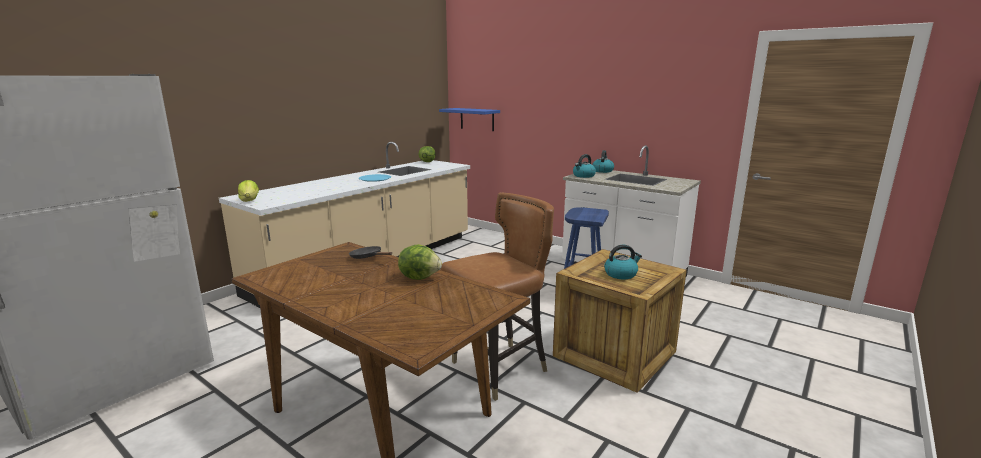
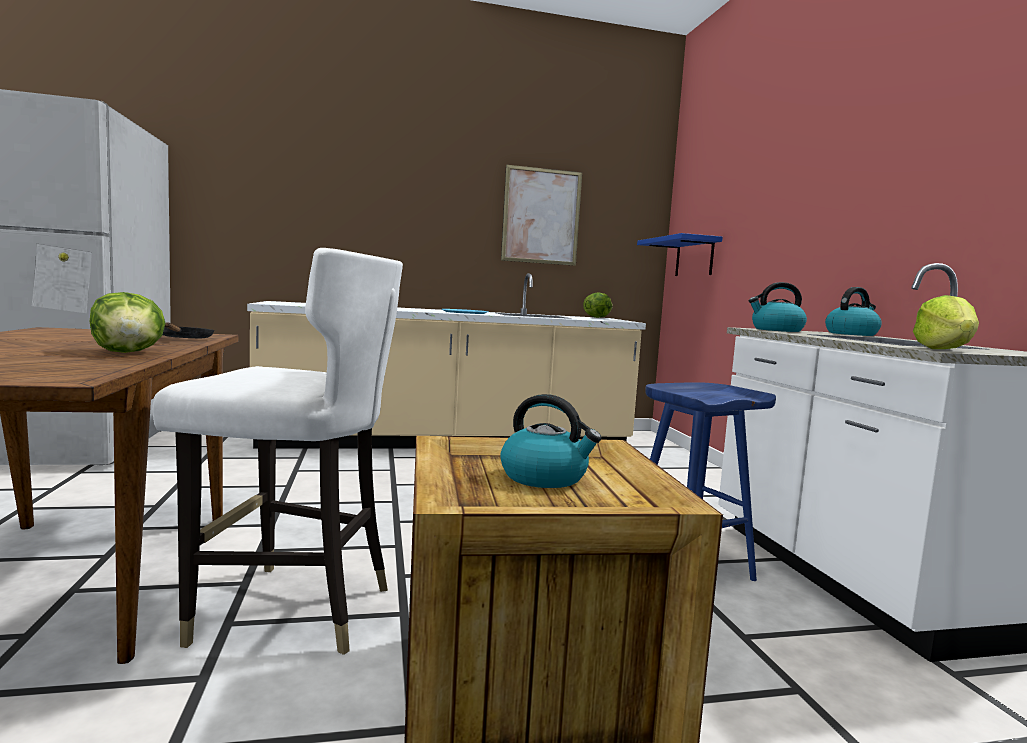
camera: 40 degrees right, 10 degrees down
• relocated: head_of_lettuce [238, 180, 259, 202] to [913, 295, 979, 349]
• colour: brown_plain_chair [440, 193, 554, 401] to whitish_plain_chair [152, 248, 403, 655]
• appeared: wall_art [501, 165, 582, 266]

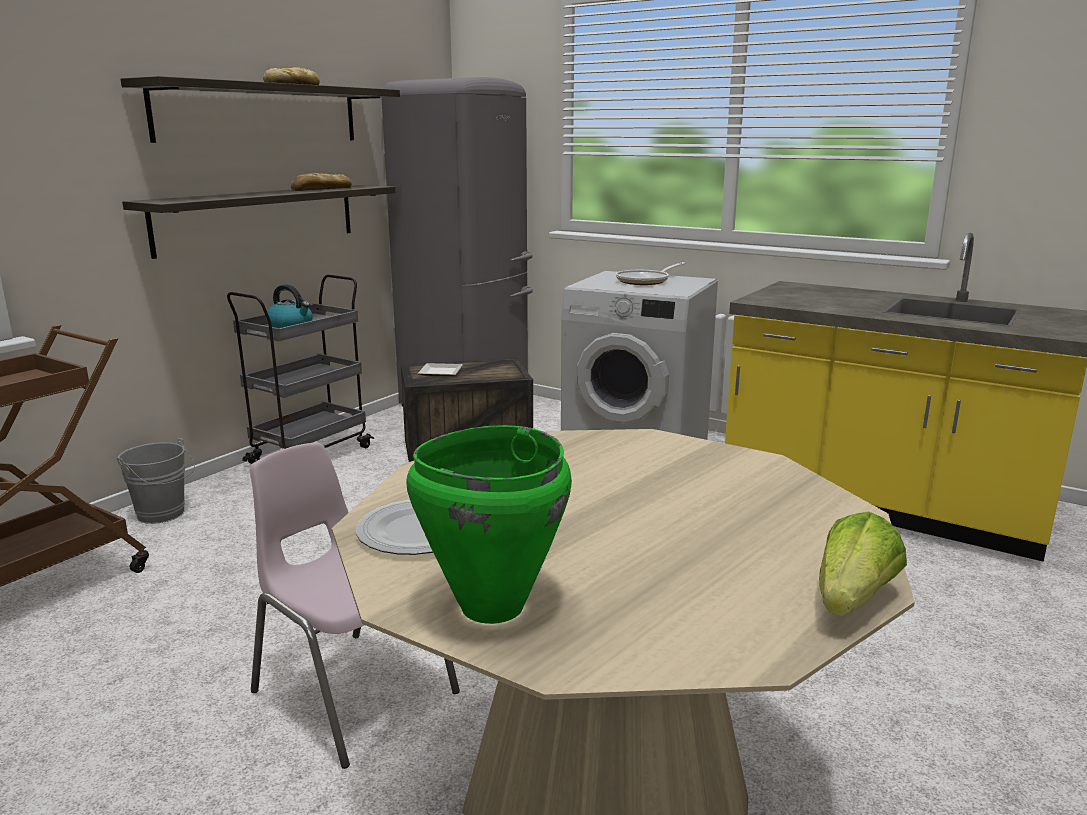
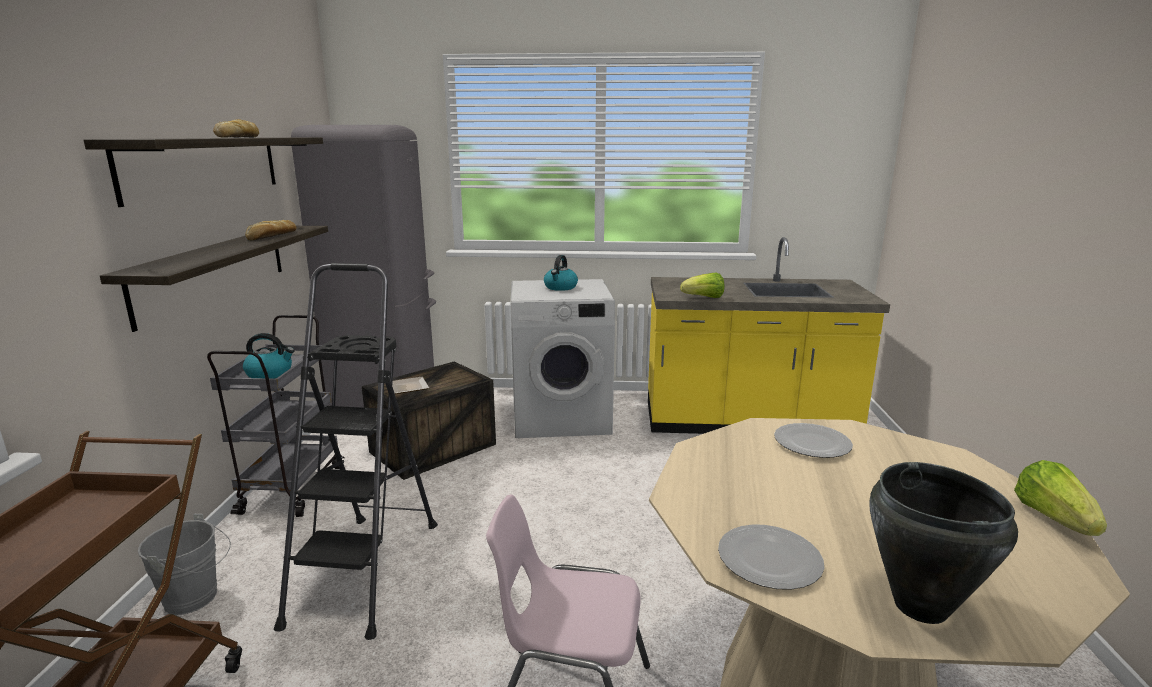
camera: 30 degrees left, 0 degrees up
• colour: green-coloured_cooking_pot [406, 425, 572, 624] to black_cooking_pot [869, 462, 1018, 624]
• exchanged: skillet [616, 262, 685, 285] to kettle [544, 255, 578, 291]
• appeared: step_ladder [274, 263, 438, 640]
• appeared: head_of_lettuce [680, 272, 724, 298]
• appeared: plate [774, 423, 853, 458]

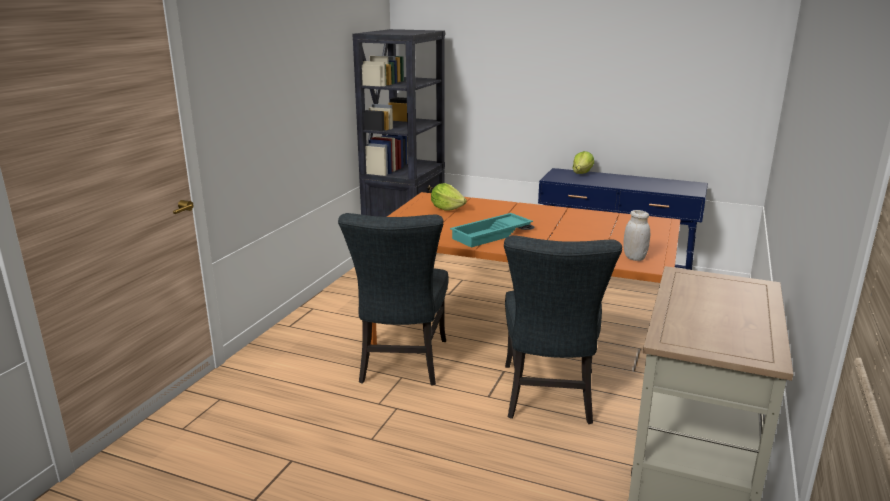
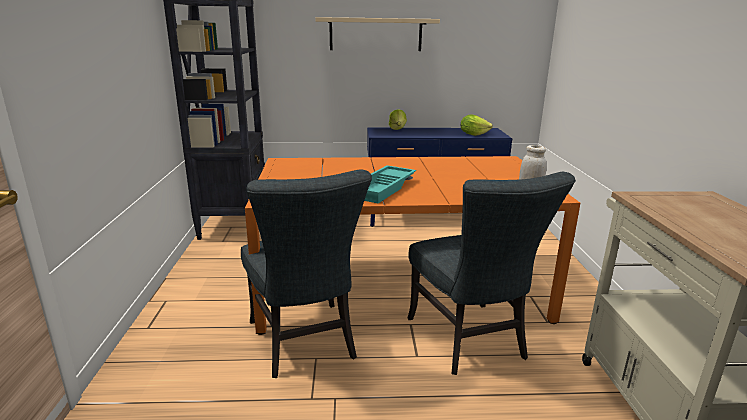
camera: 25 degrees left, 0 degrees up
• relocated: head_of_lettuce [431, 183, 467, 211] to [461, 114, 493, 136]
• appeared: beige_bracket_shelf [315, 17, 440, 51]

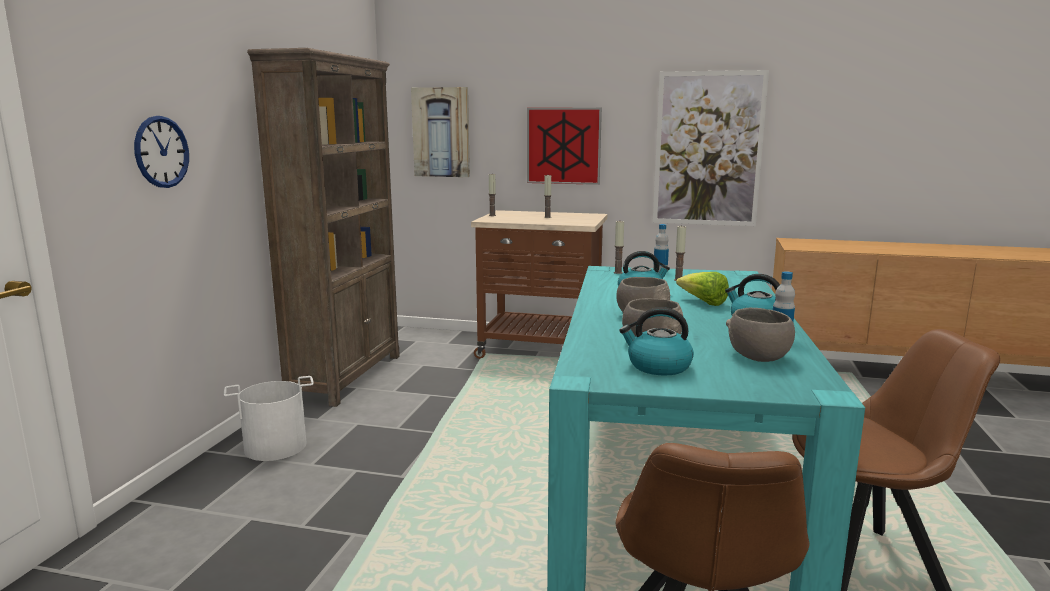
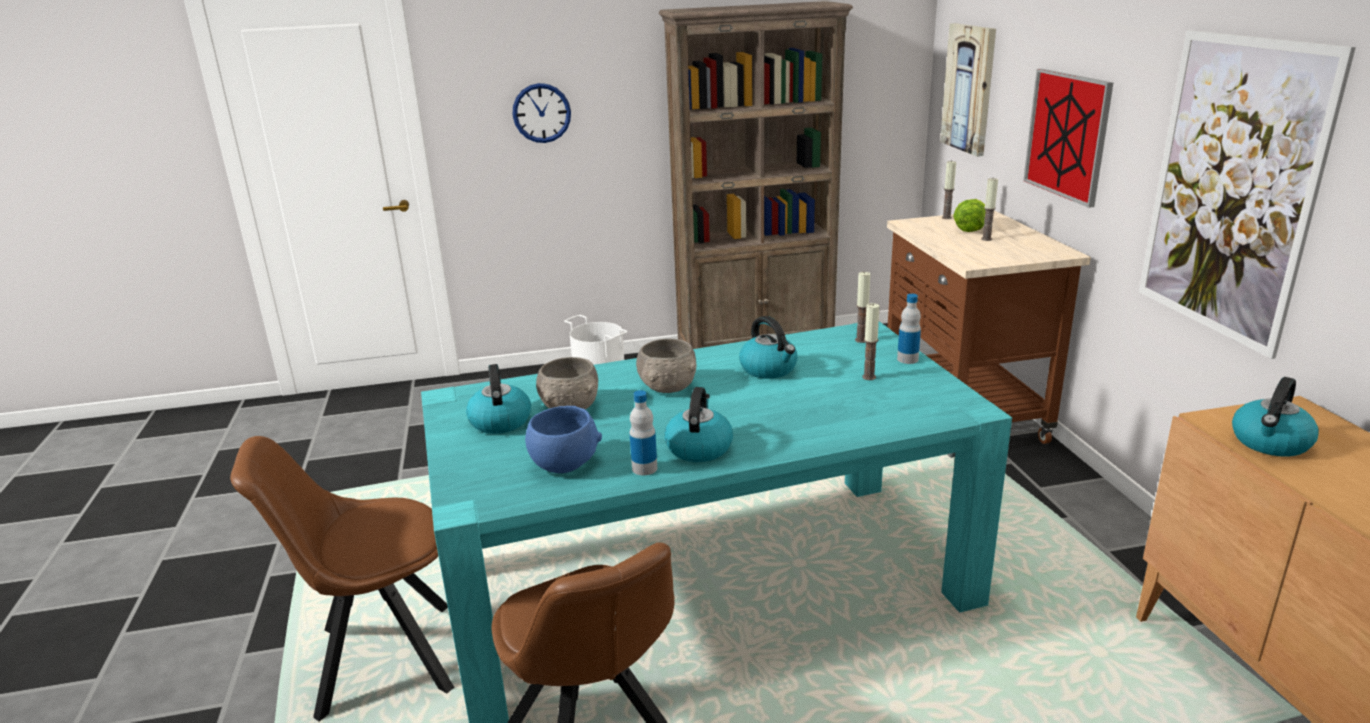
camera: 65 degrees right, 10 degrees up
• relocated: head_of_lettuce [676, 272, 729, 306] to [953, 199, 985, 232]
• colour: gray_deep_dish [726, 308, 795, 362] to blue_deep_dish [525, 406, 602, 473]
• appeared: kettle [1232, 377, 1319, 457]

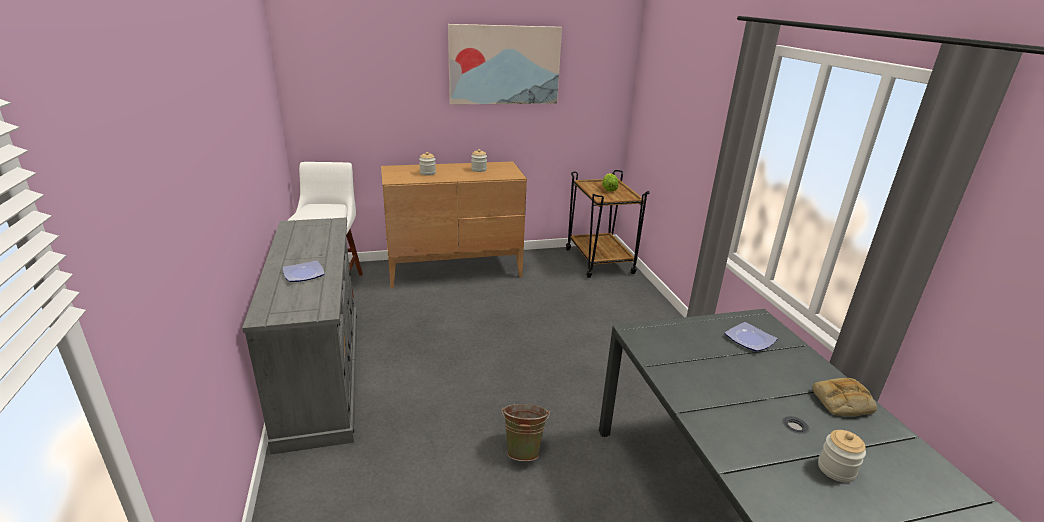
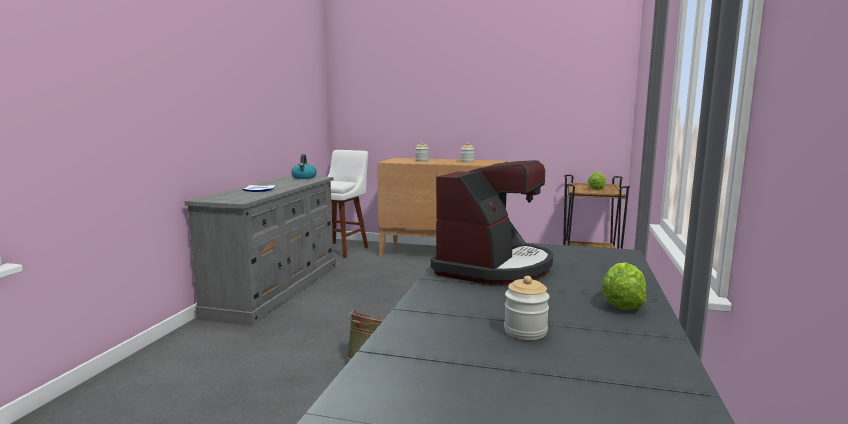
camera: 30 degrees right, 15 degrees down
• missing: wall_art [448, 24, 562, 105]
• missing: plate [725, 322, 778, 351]
• exchanged: baked_bread [812, 378, 877, 416] to head_of_lettuce [601, 263, 646, 310]
• appeared: kettle [291, 154, 317, 179]
• appeared: coffee_brewer [431, 160, 553, 285]

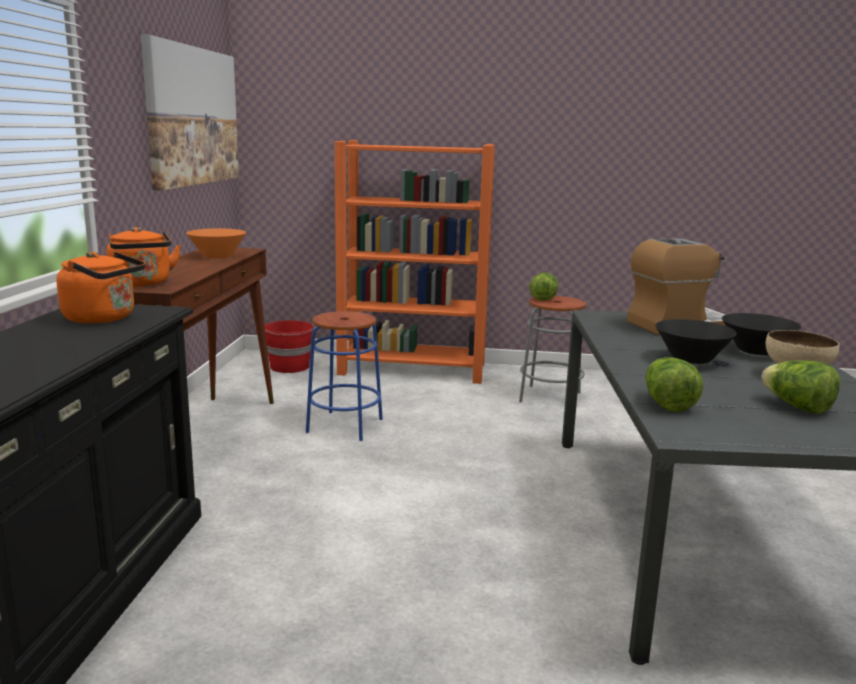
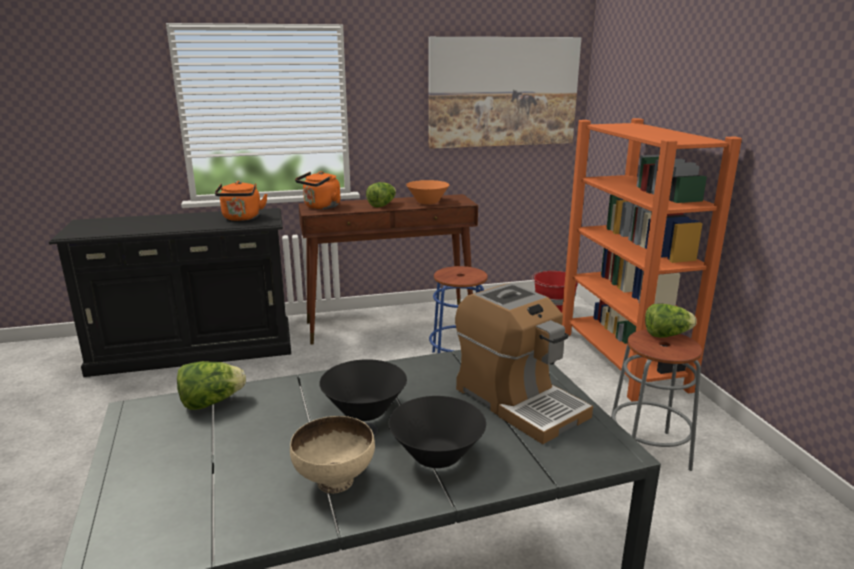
camera: 70 degrees right, 5 degrees up
• relocated: head_of_lettuce [761, 360, 840, 414] to [366, 182, 396, 207]

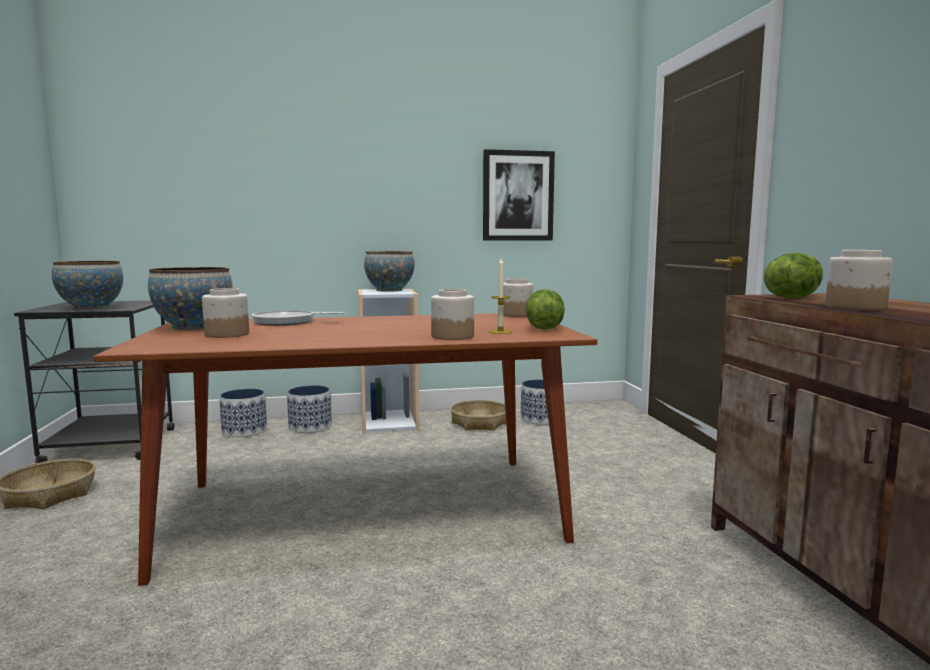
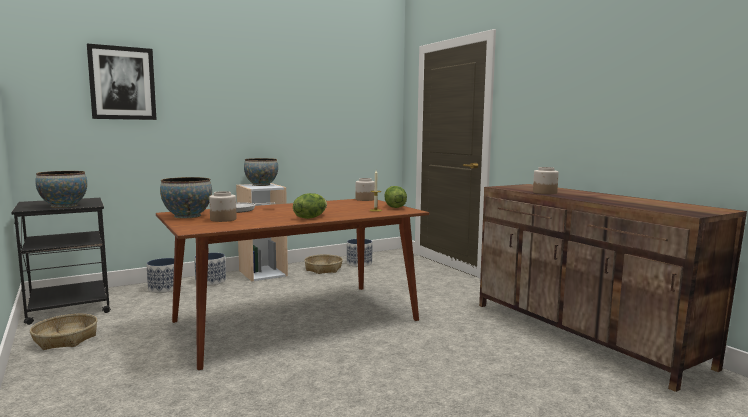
camera: 20 degrees left, 0 degrees up
• missing: jar [431, 289, 474, 340]
• relocated: wall_art [483, 149, 555, 240] to [87, 43, 157, 120]
• relocated: head_of_lettuce [764, 253, 823, 298] to [293, 193, 327, 219]

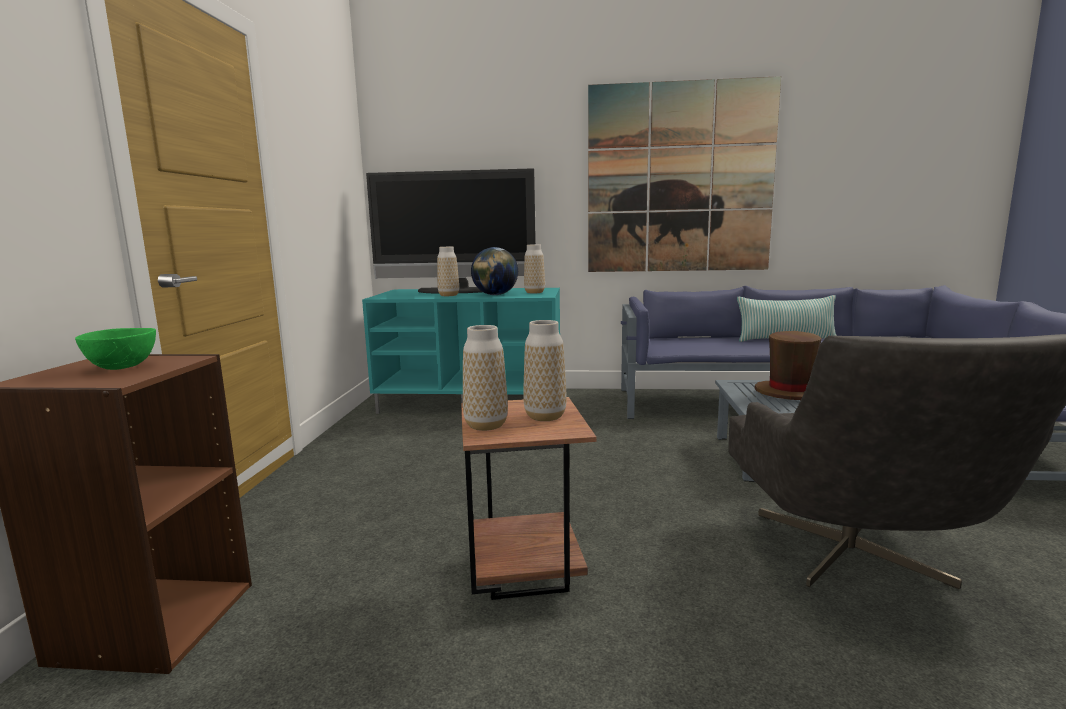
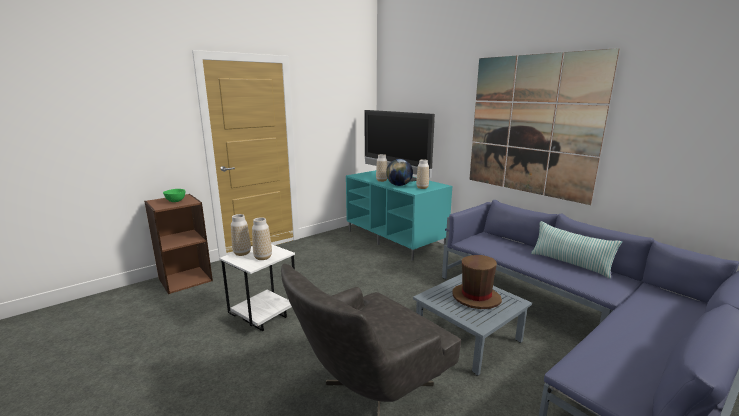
camera: 45 degrees right, 5 degrees up
• colour: brown_accent_table [461, 397, 596, 600] to whitish_accent_table [219, 244, 295, 331]

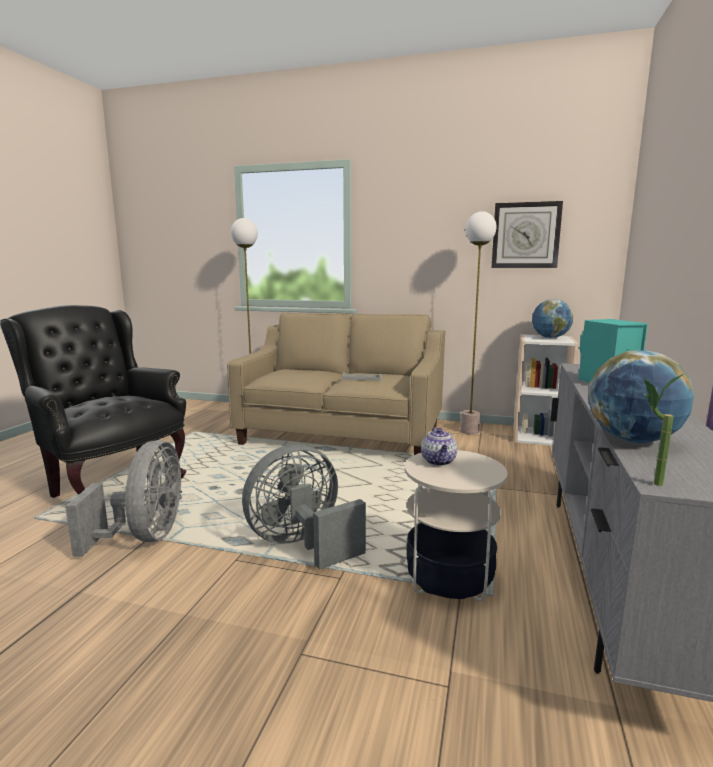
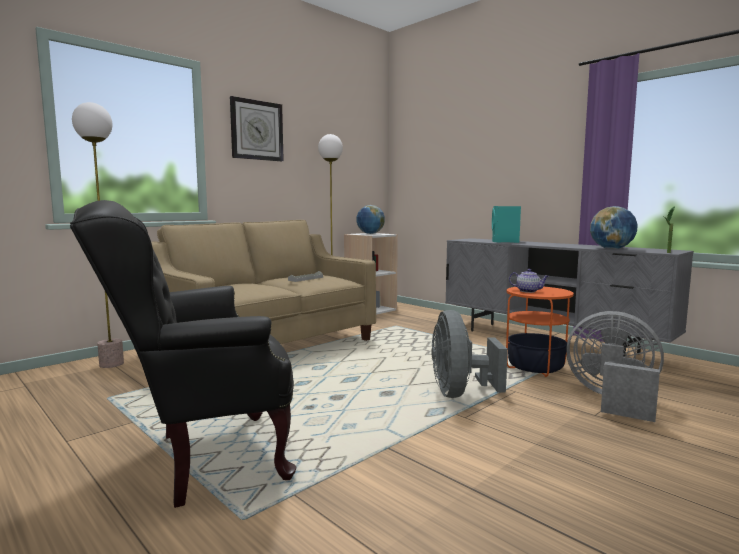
camera: 60 degrees left, 5 degrees down
• relocated: gray_electric_fan [65, 440, 182, 557] to [566, 311, 664, 422]
• colour: beige_accent_table [405, 450, 508, 602] to orange-coloured_accent_table [506, 287, 574, 377]
• relocated: clock_on_the_wall [491, 201, 563, 268] to [230, 96, 284, 161]

